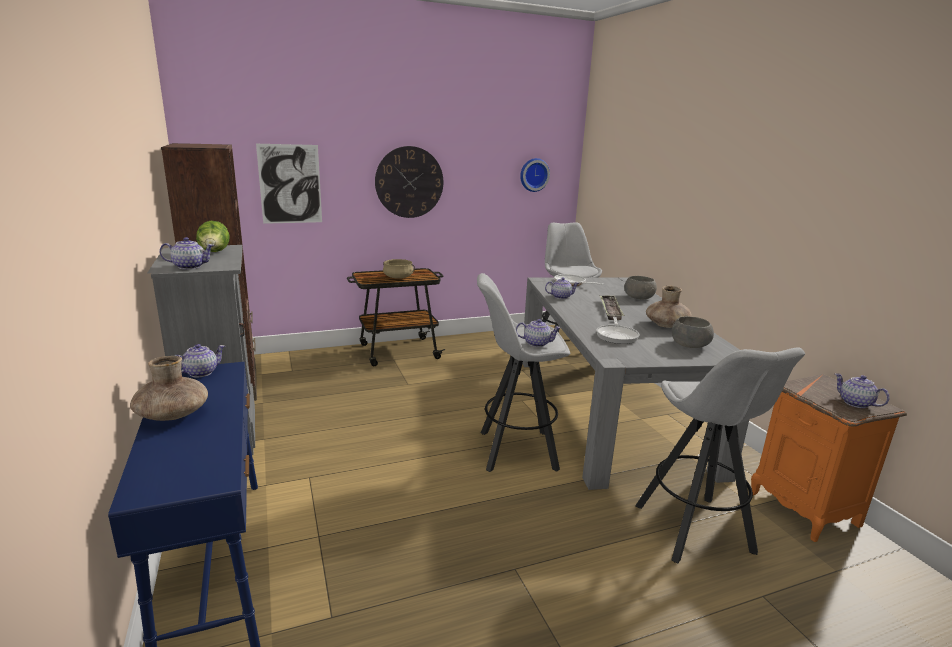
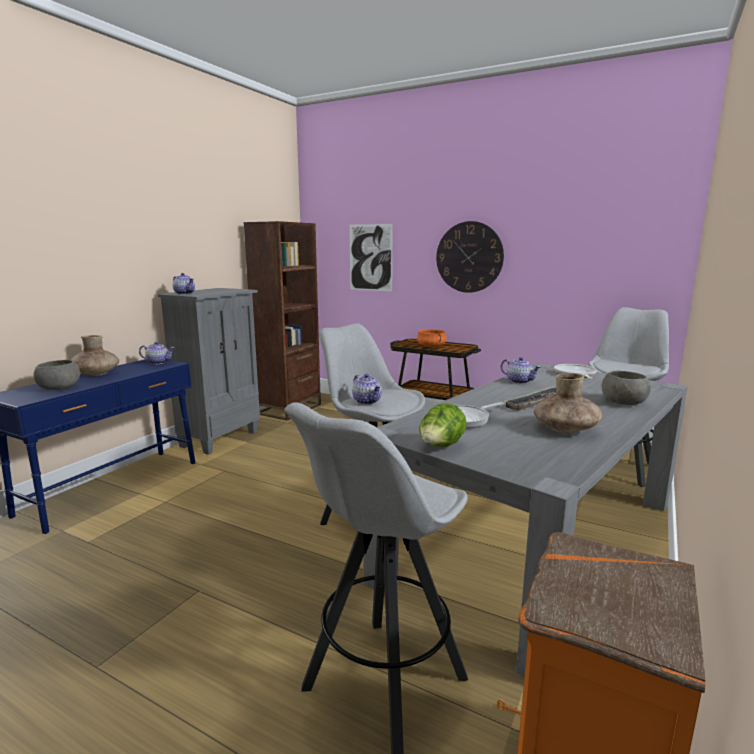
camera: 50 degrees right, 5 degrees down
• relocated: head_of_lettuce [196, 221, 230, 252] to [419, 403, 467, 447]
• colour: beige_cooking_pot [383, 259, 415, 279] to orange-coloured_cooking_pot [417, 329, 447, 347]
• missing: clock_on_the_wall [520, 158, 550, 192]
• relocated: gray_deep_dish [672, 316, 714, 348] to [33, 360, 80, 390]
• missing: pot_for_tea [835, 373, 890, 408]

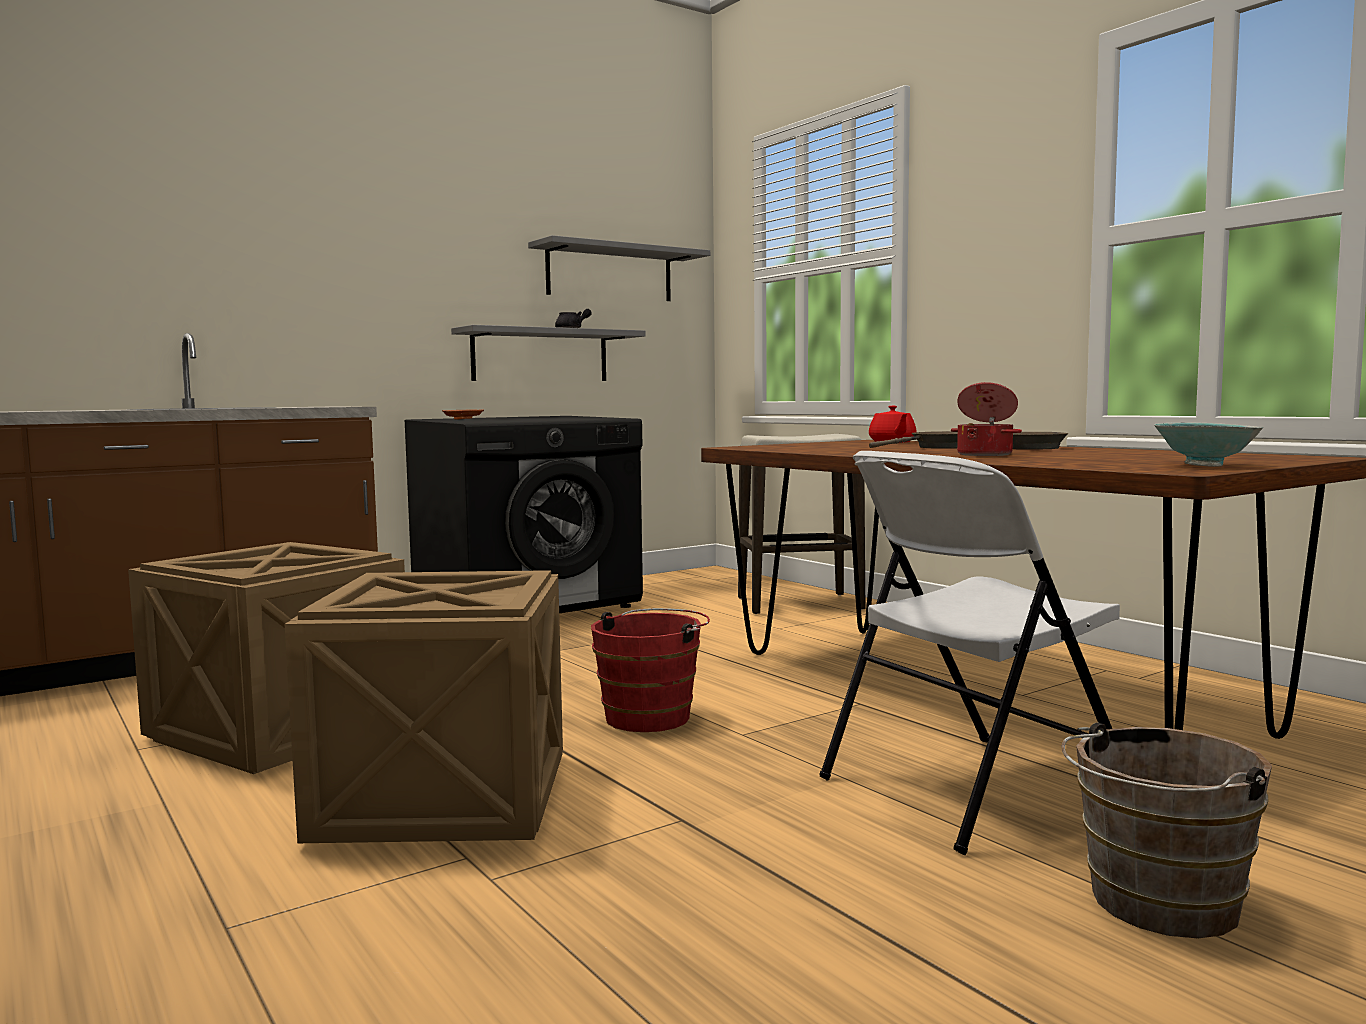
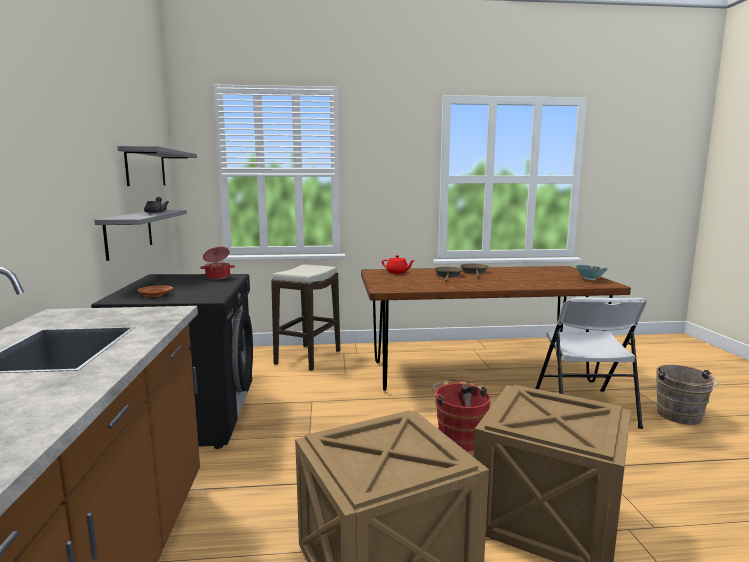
camera: 60 degrees left, 5 degrees up
• relocated: cooking_pot [951, 382, 1022, 456] to [200, 247, 235, 280]

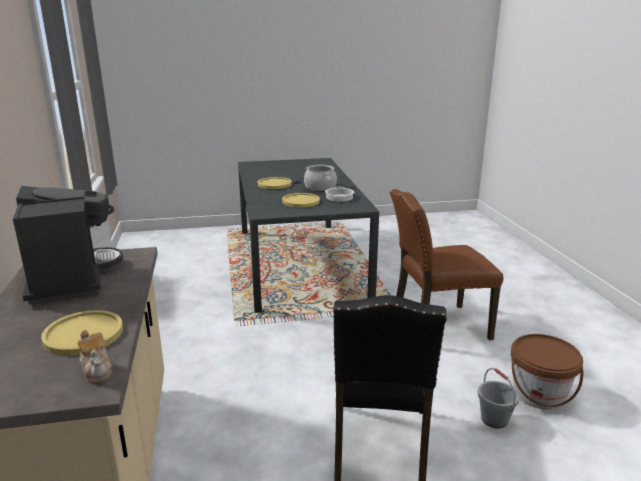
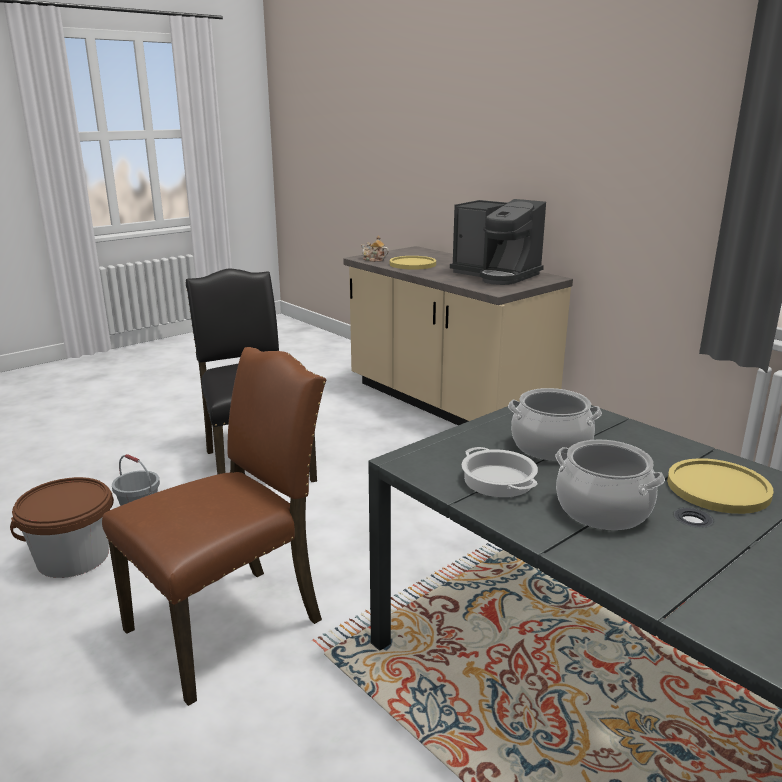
camera: 150 degrees right, 0 degrees up
• exchanged: yellowish_plate [282, 193, 320, 208] to cooking_pot [508, 388, 602, 461]

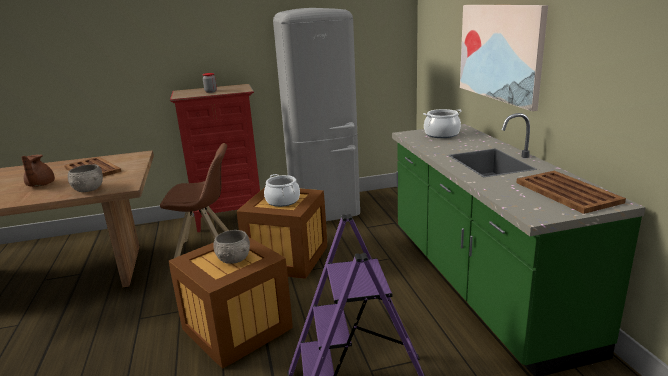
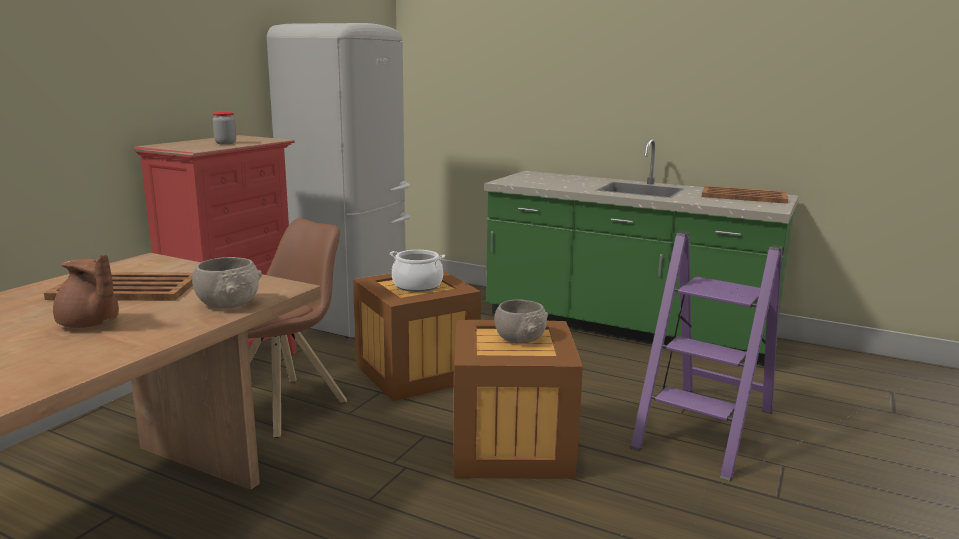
camera: 50 degrees left, 5 degrees down
• missing: cooking_pot [423, 109, 462, 138]
• missing: wall_art [460, 5, 548, 111]

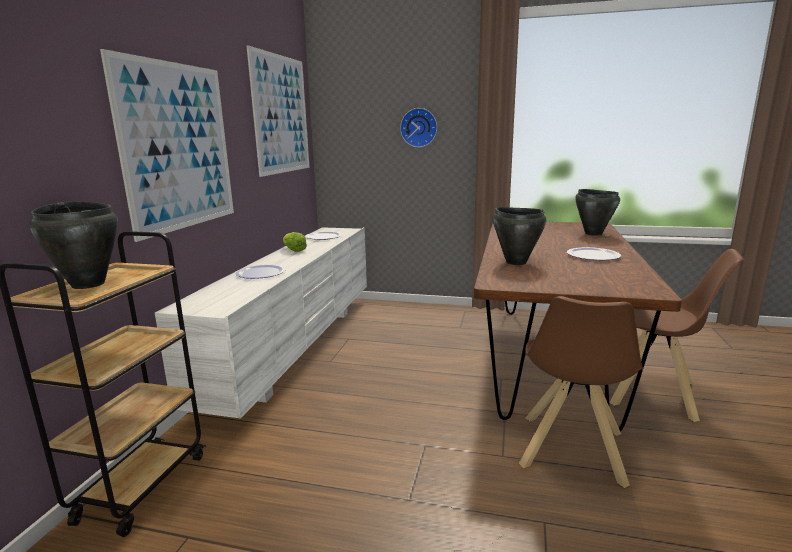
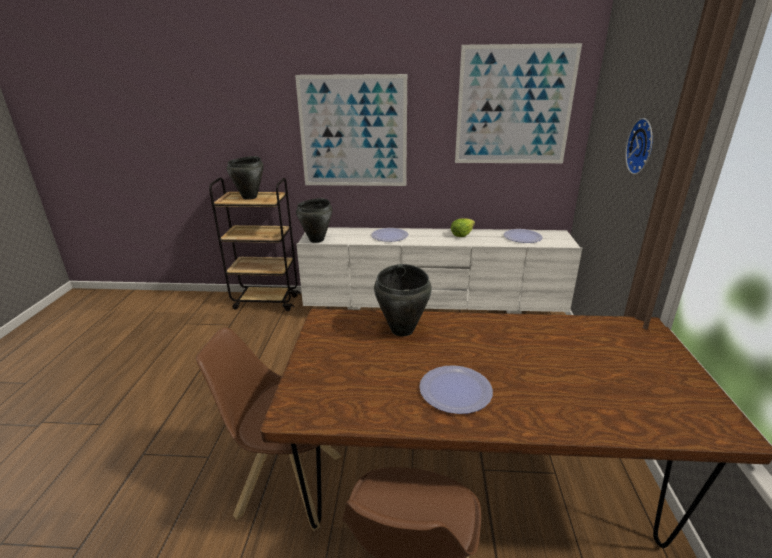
camera: 80 degrees right, 10 degrees up
• relocated: black_cooking_pot [575, 189, 620, 236] to [296, 198, 332, 243]

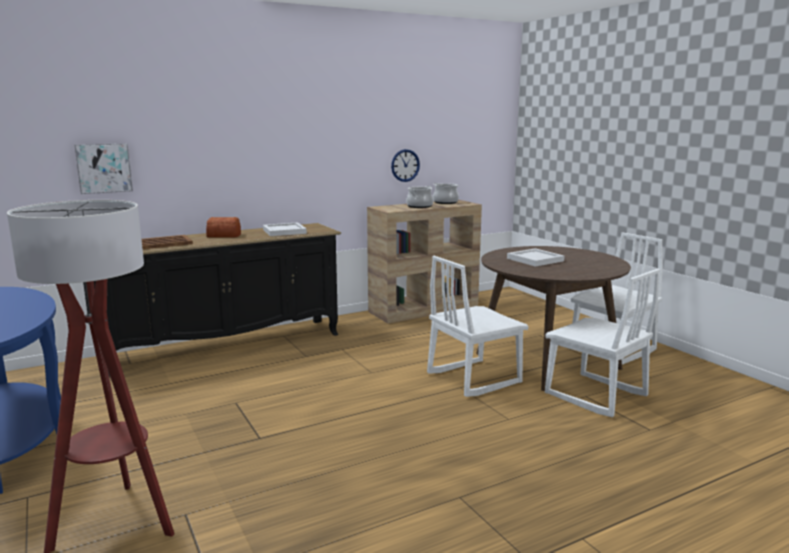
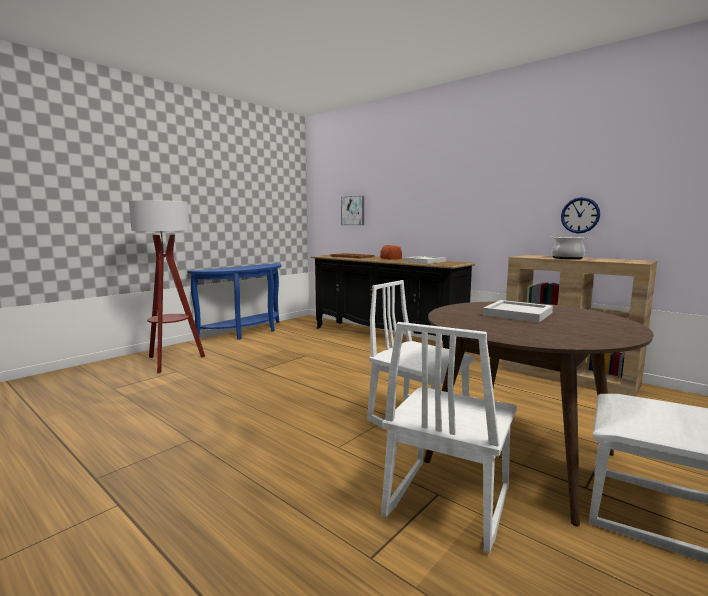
camera: 70 degrees right, 5 degrees down
• missing: cooking_pot [433, 183, 459, 204]

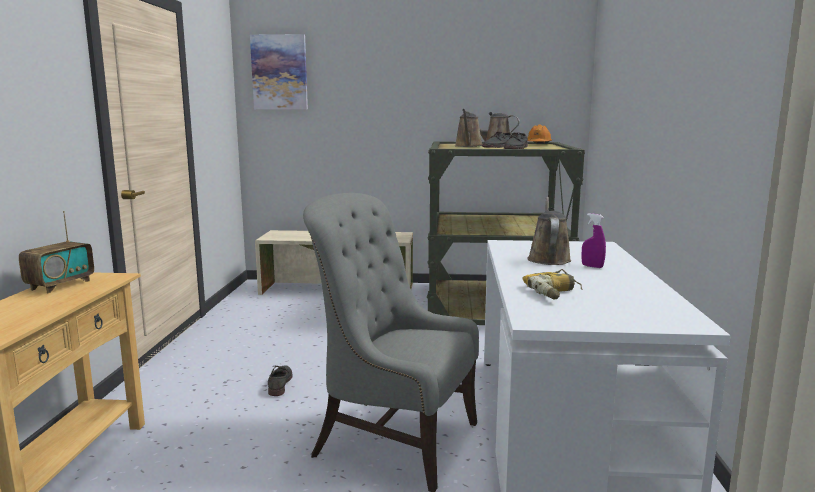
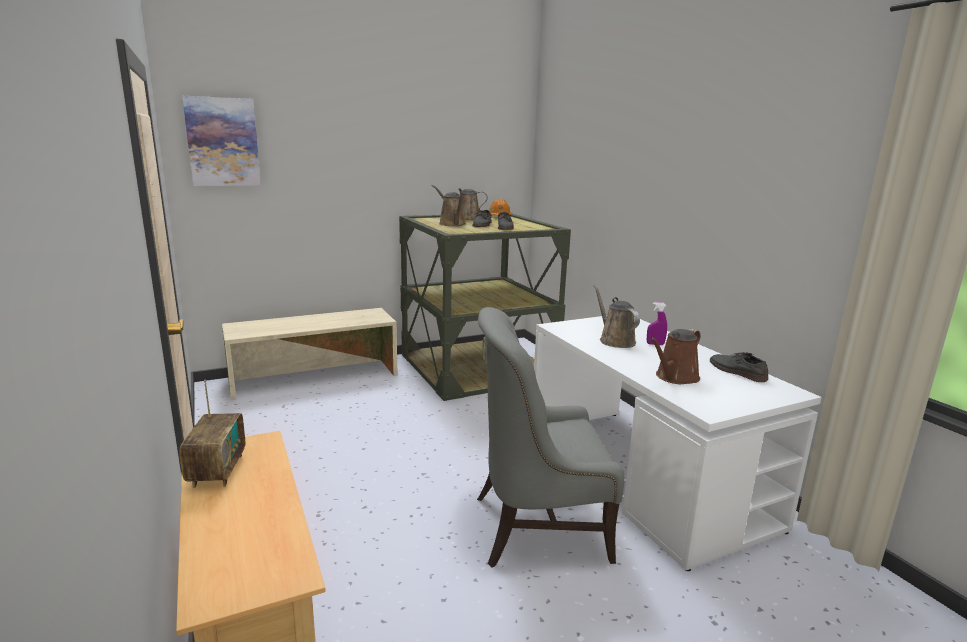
camera: 30 degrees left, 5 degrees up
• relocated: gray_item_of_footwear [268, 365, 293, 396] to [710, 352, 768, 382]
• exchanged: electric_drill [522, 269, 583, 300] to brown_watering_can [650, 329, 701, 384]

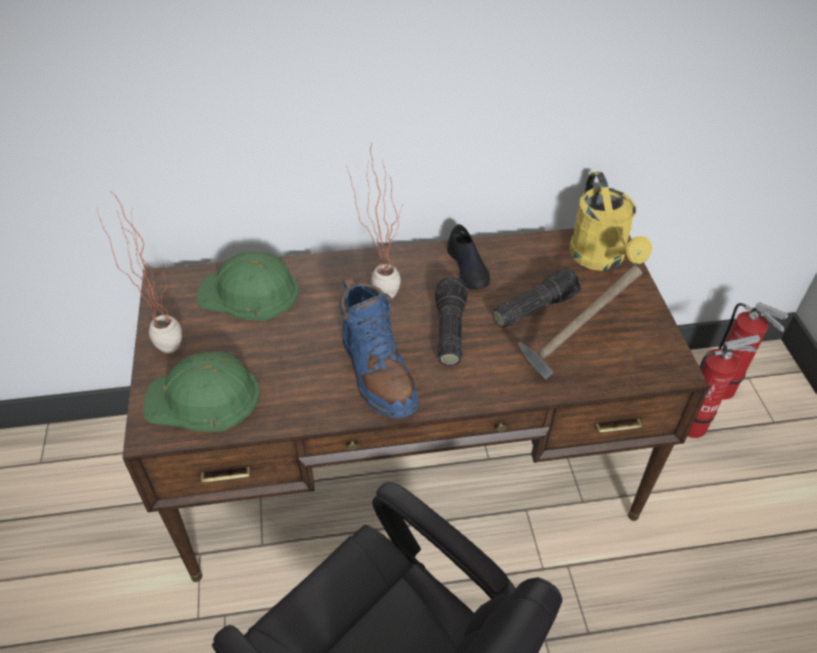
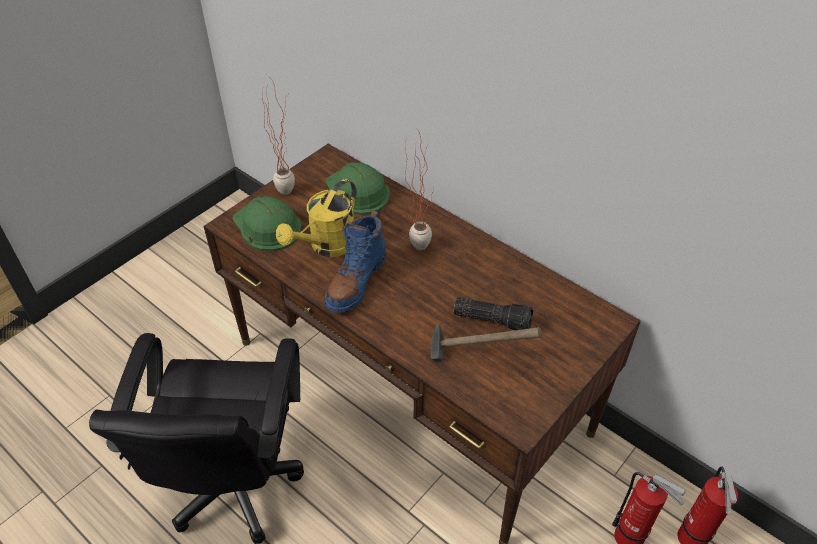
camera: 50 degrees right, 0 degrees up
• missing: hand_torch [435, 277, 467, 366]
• missing: black_item_of_footwear [447, 224, 490, 289]
• relocated: yellowish_watering_can [569, 172, 652, 271] to [276, 179, 357, 257]

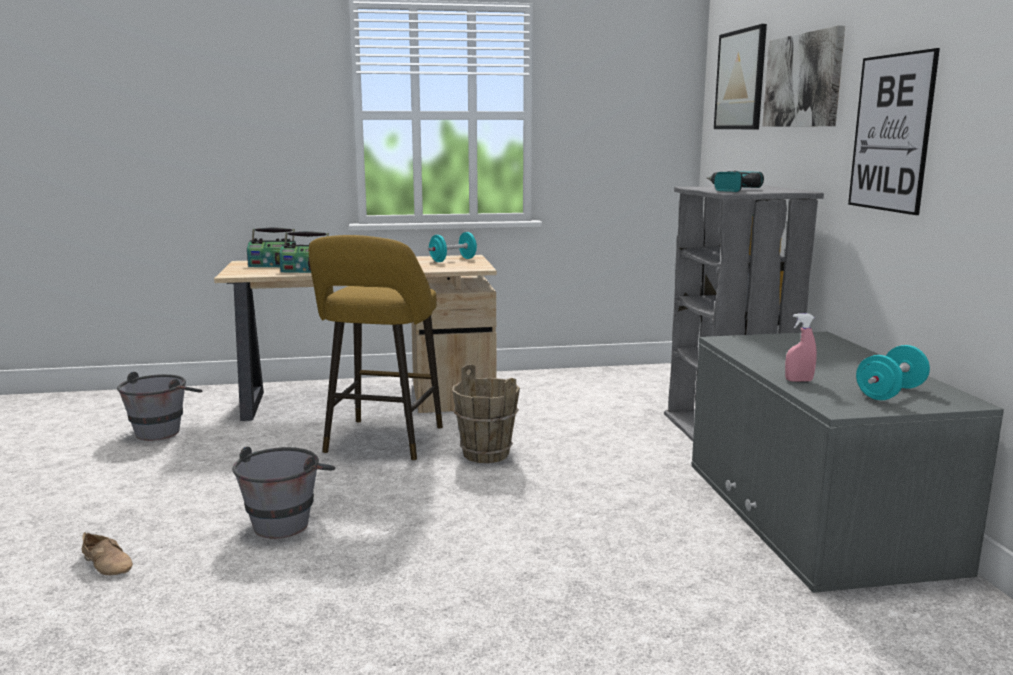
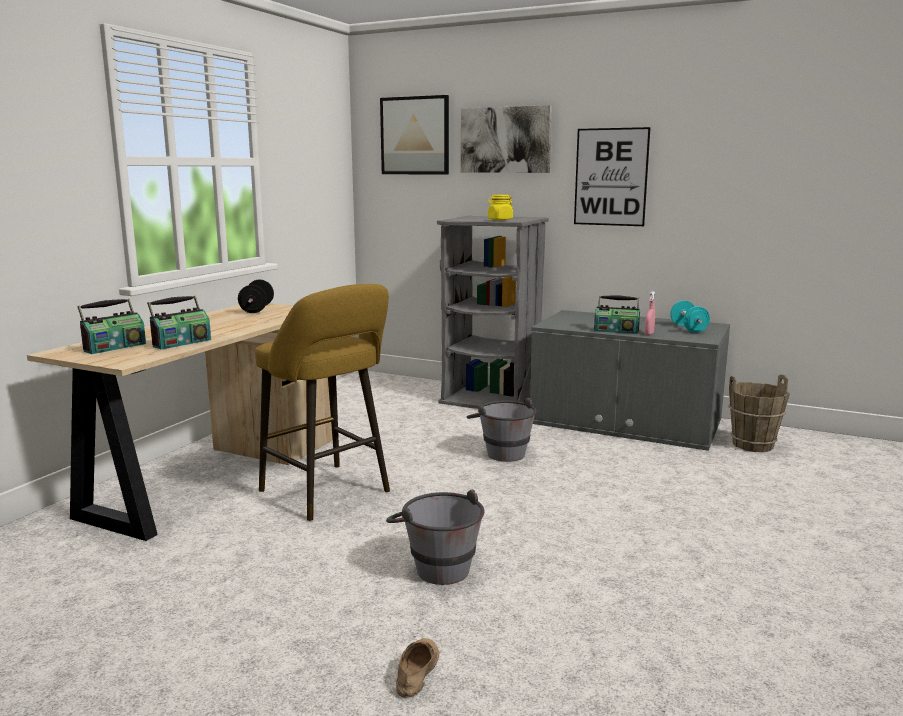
camera: 55 degrees left, 0 degrees up
• spun: beige_item_of_footwear [82, 532, 133, 575] = [396, 638, 439, 698] 60 degrees counterclockwise
• relocated: gray_pail [117, 372, 202, 441] to [467, 398, 537, 462]
• colour: turquoise-coloured_dumbbell [428, 232, 477, 262] to black_dumbbell [238, 279, 274, 313]
• relocated: brown_pail [452, 364, 520, 463] to [728, 375, 790, 452]
• exchanged: electric_drill [707, 171, 764, 192] to yellowish_jar [487, 195, 513, 220]
• appeared: radio_set [594, 295, 640, 334]

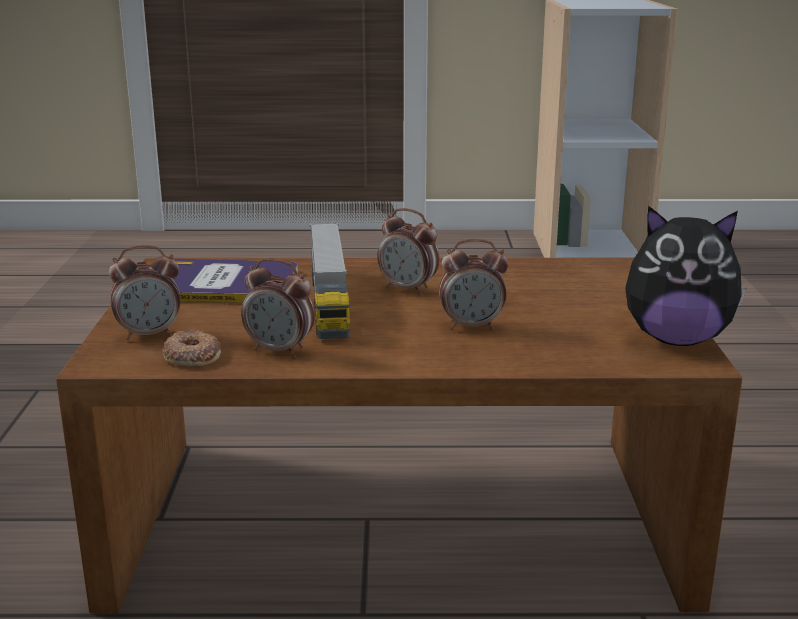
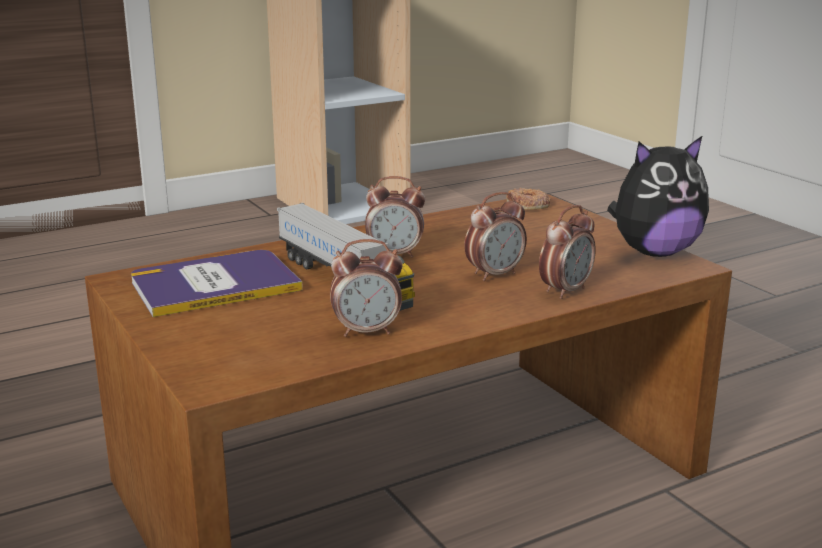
camera: 30 degrees left, 0 degrees up
• relocated: alarm_clock [109, 245, 180, 340] to [539, 205, 596, 299]
• relocated: ring_doughnut [162, 330, 221, 366] to [506, 188, 551, 210]

